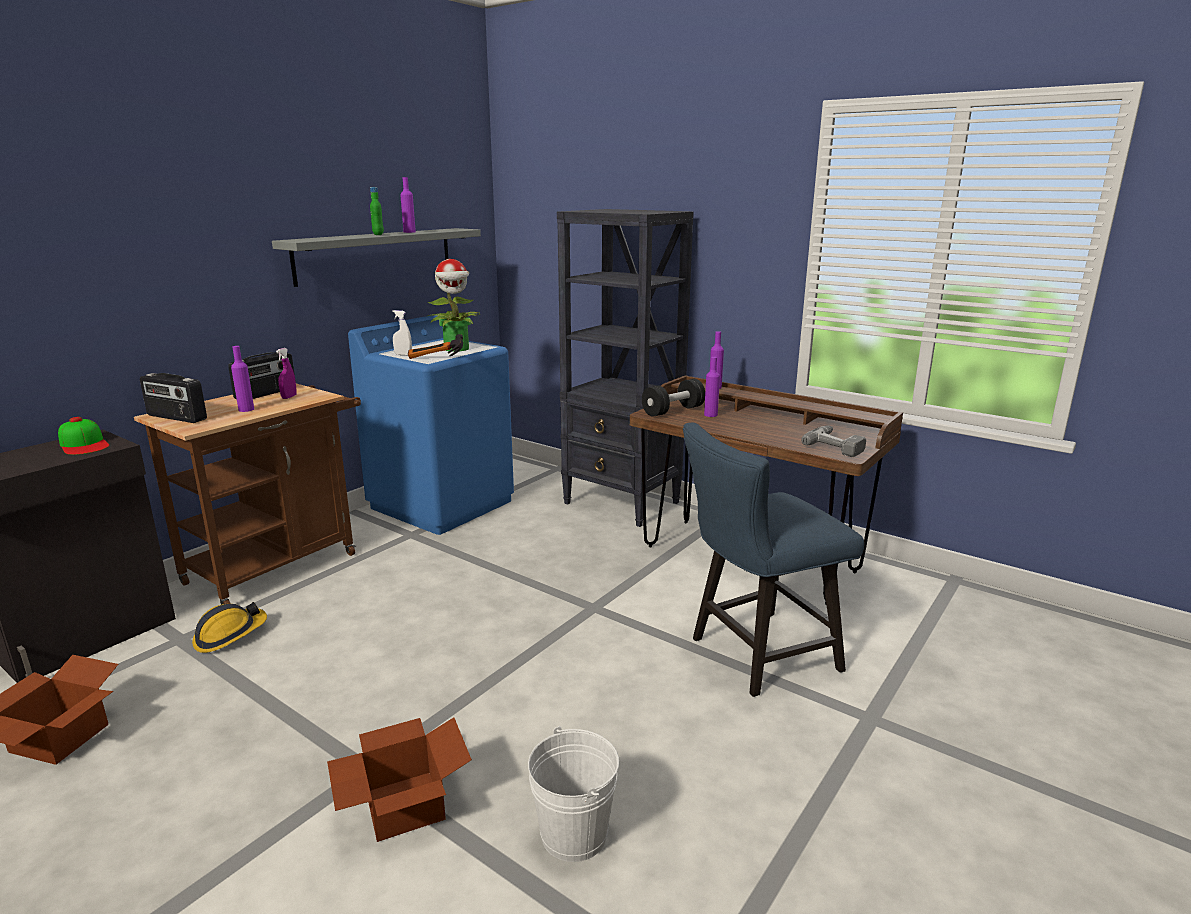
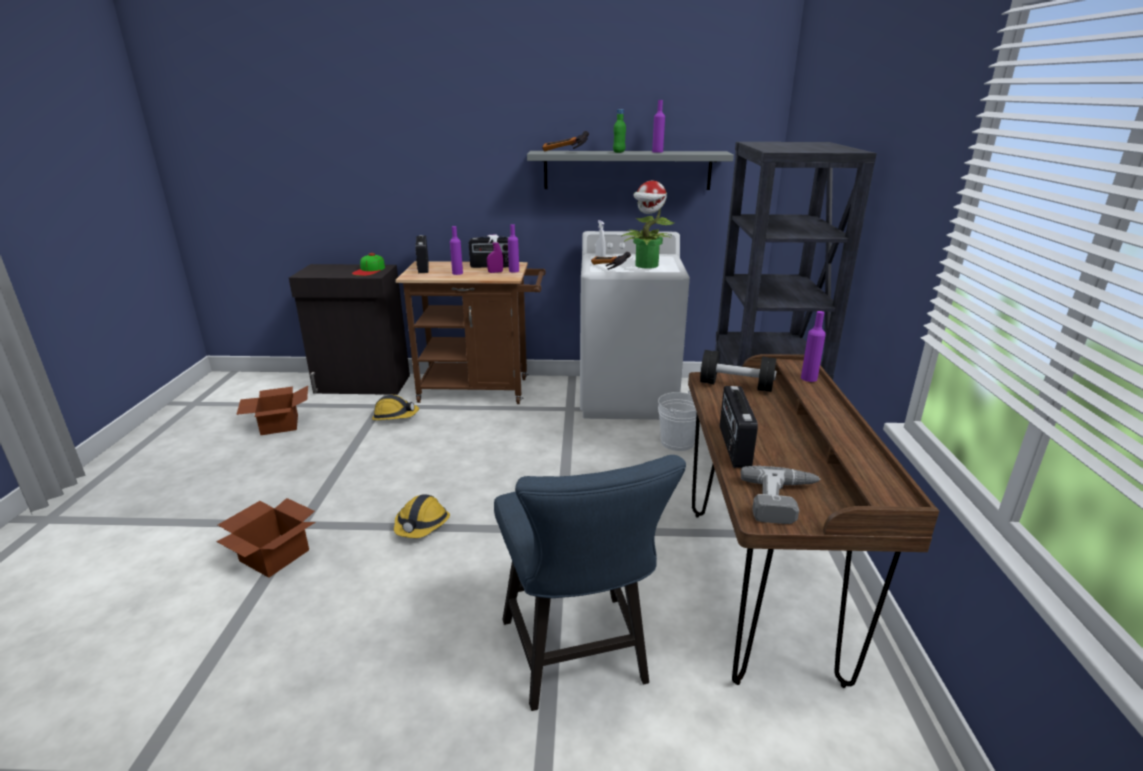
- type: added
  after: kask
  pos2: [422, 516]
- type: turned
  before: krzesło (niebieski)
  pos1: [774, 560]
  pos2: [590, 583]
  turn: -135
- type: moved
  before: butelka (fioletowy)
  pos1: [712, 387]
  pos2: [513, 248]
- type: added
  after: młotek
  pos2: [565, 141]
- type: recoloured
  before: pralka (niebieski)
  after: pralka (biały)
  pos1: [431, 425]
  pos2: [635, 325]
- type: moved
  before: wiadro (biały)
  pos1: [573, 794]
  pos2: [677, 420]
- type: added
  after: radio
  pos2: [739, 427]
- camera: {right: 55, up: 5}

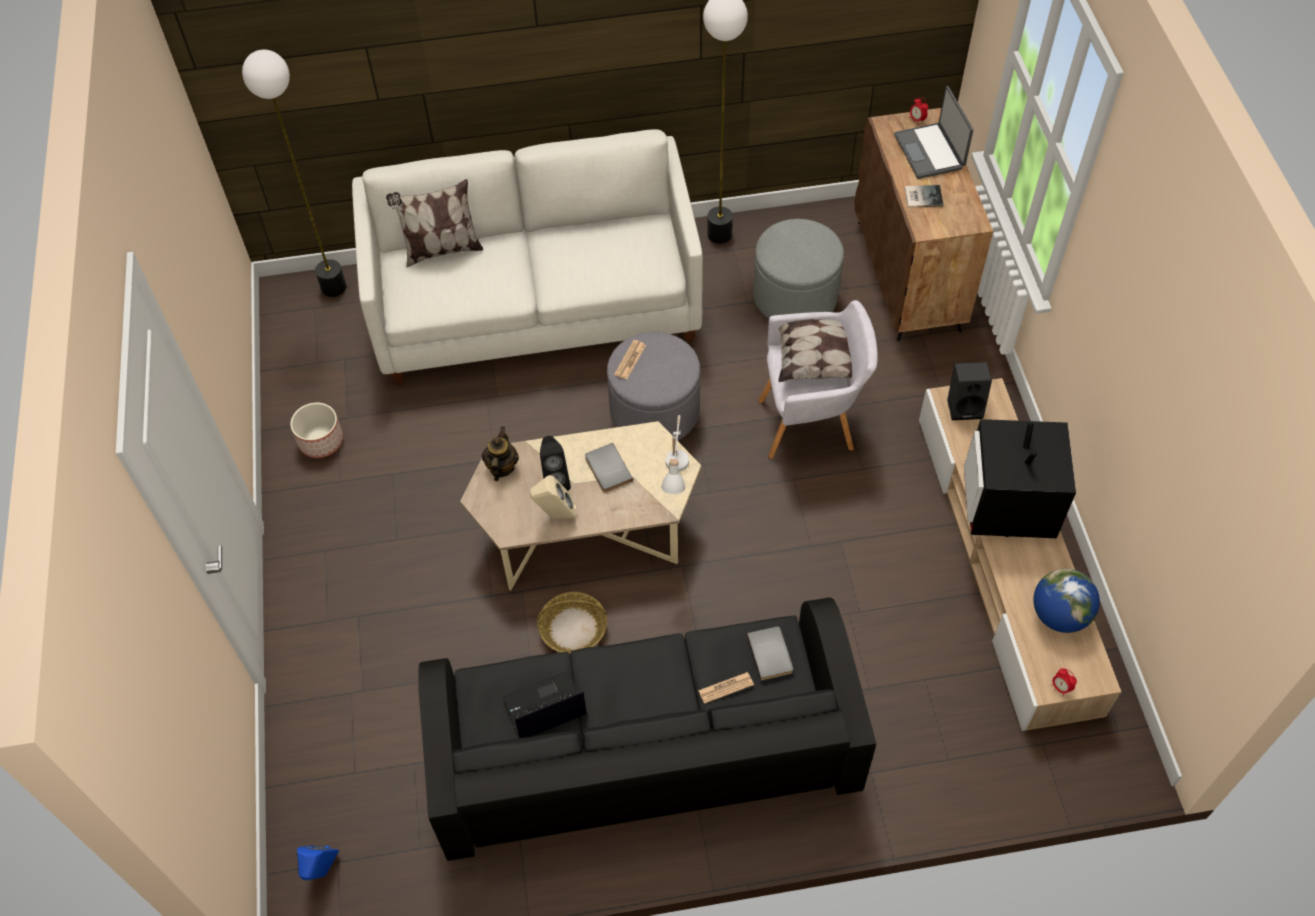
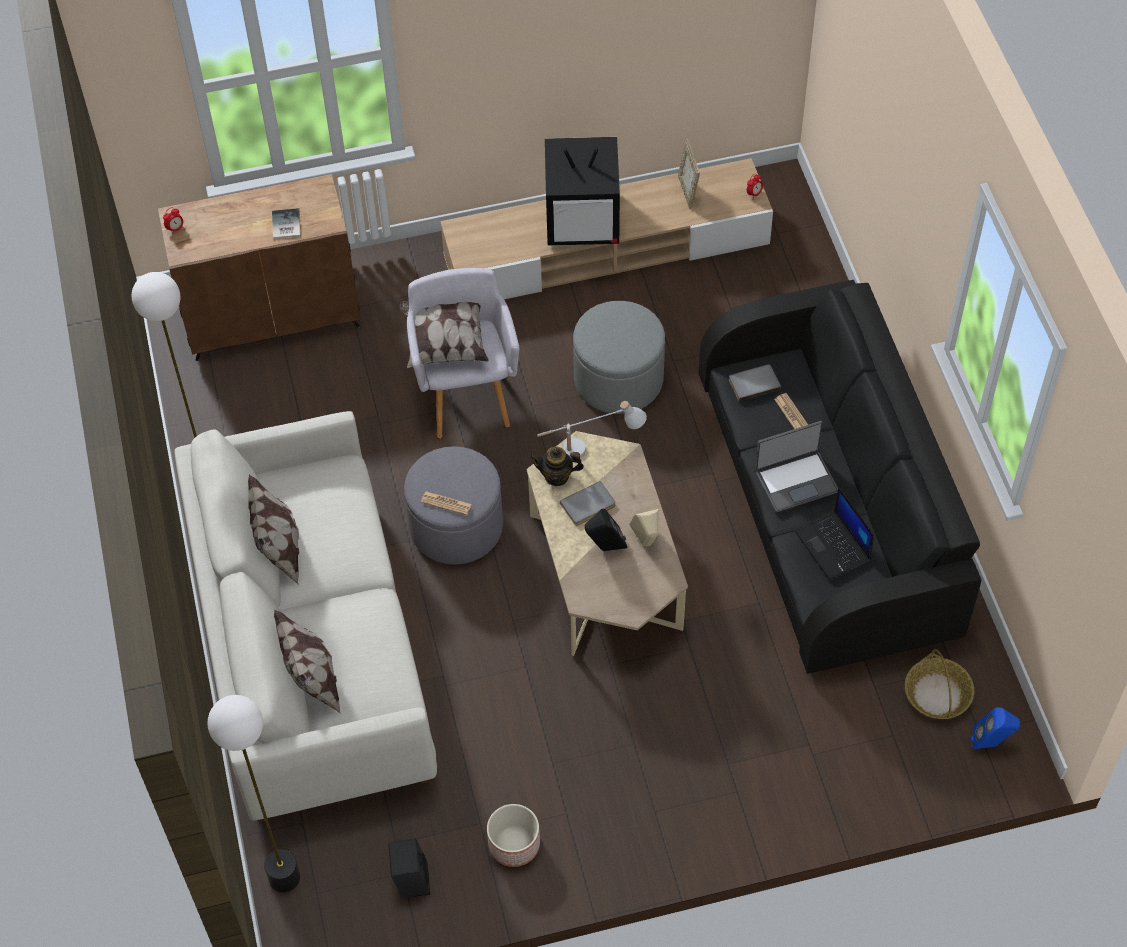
- type: added
  after: poduszka
  pos2: [273, 530]
- type: moved
  before: głośnik (czarny)
  pos1: [969, 391]
  pos2: [409, 868]
- type: moved
  before: imbryk
  pos1: [500, 453]
  pos2: [557, 466]
- type: moved
  before: pufa (szary)
  pos1: [798, 269]
  pos2: [619, 357]
- type: replaced
  before: globus
  after: ramka na zdjęcie
  pos1: [1066, 601]
  pos2: [689, 174]
- type: moved
  before: laptop
  pos1: [933, 132]
  pos2: [796, 466]
- type: moved
  before: koszyk
  pos1: [572, 623]
  pos2: [939, 684]
- camera: {right: -95, up: 0}

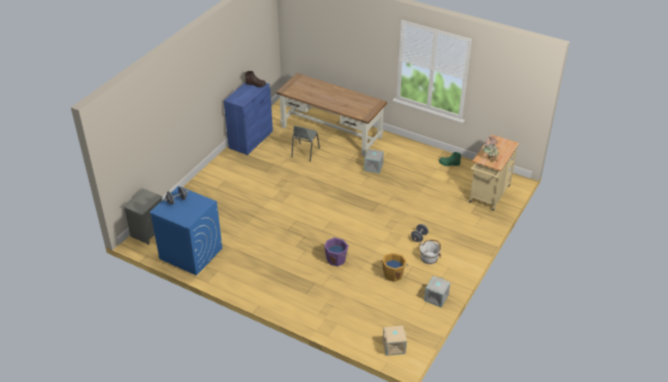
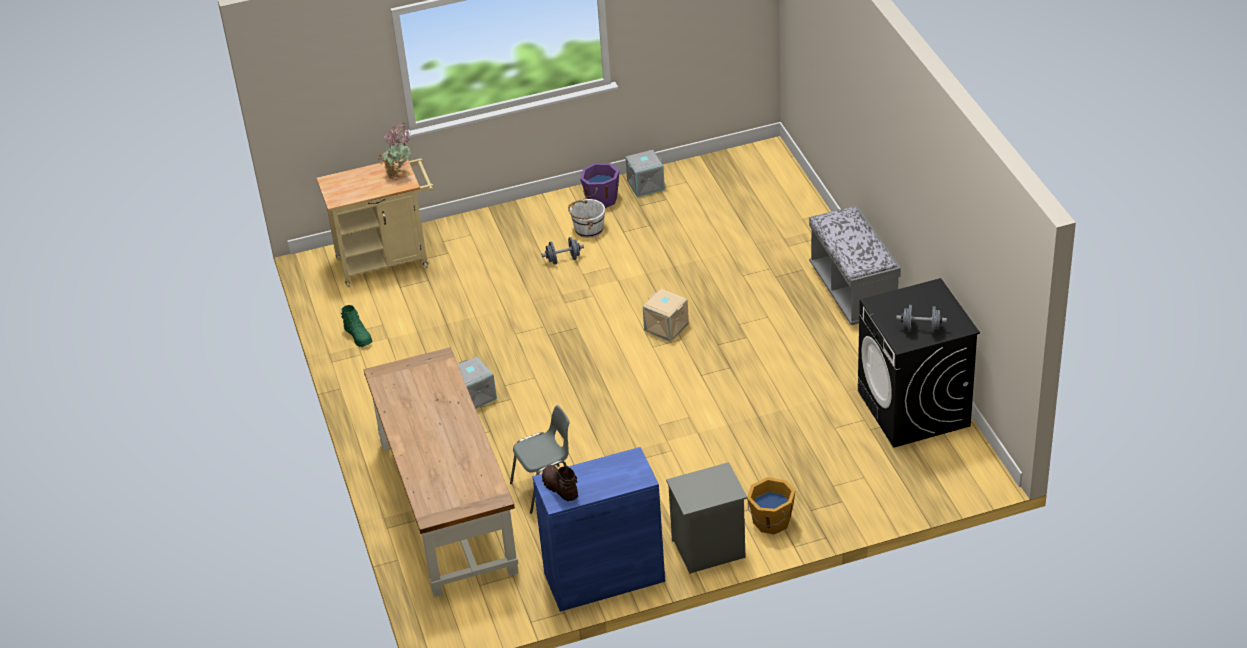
- type: moved
  before: wiadro (fioletowy)
  pos1: [336, 251]
  pos2: [599, 185]
- type: moved
  before: pojemnik do przechowywania (beżowy)
  pos1: [395, 340]
  pos2: [666, 315]
- type: moved
  before: szafka nocna (szary)
  pos1: [142, 216]
  pos2: [706, 518]
- type: moved
  before: wiadro (pomarańczowy)
  pos1: [394, 267]
  pos2: [771, 506]
- type: added
  after: ławka (szary)
  pos2: [855, 265]
- type: recoloured
  before: pralka (niebieski)
  after: pralka (czarny)
  pos1: [185, 231]
  pos2: [919, 363]
- camera: {right: -135, up: 0}

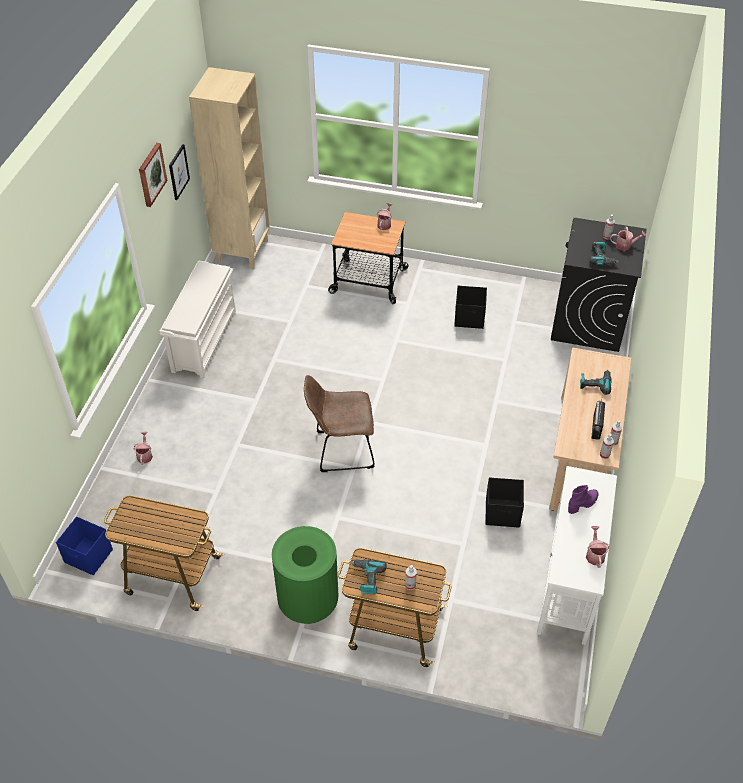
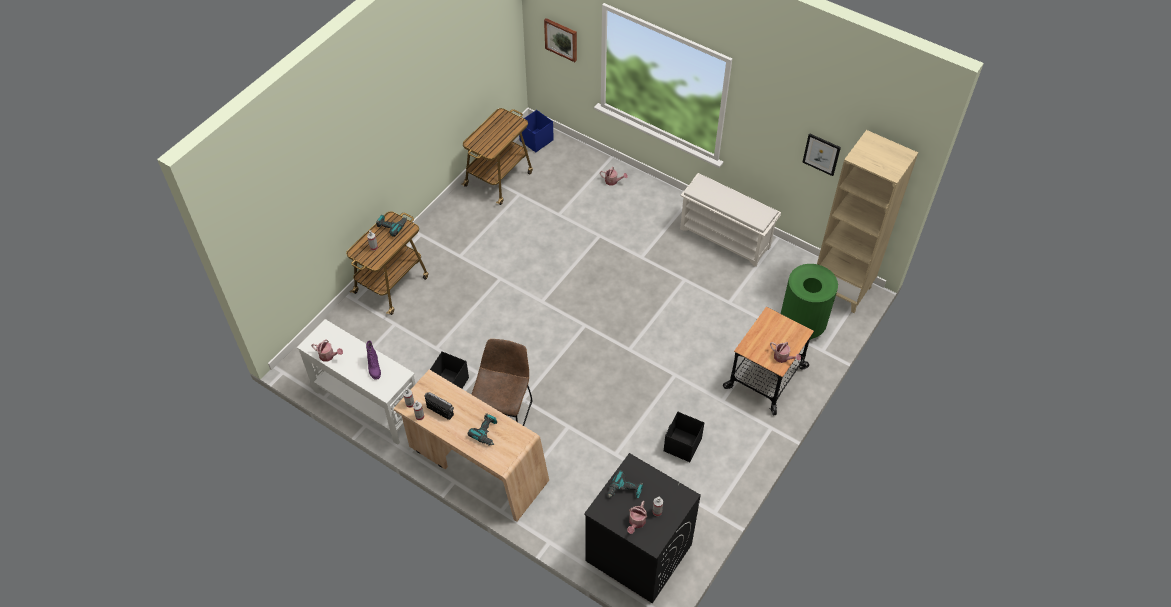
- type: moved
  before: krzesło (brązowy)
  pos1: [339, 423]
  pos2: [501, 382]
- type: moved
  before: obraz
  pos1: [153, 175]
  pos2: [560, 40]
- type: moved
  before: kosz na śmieci (zielony)
  pos1: [305, 575]
  pos2: [809, 302]
- camera: {right: 110, up: 5}

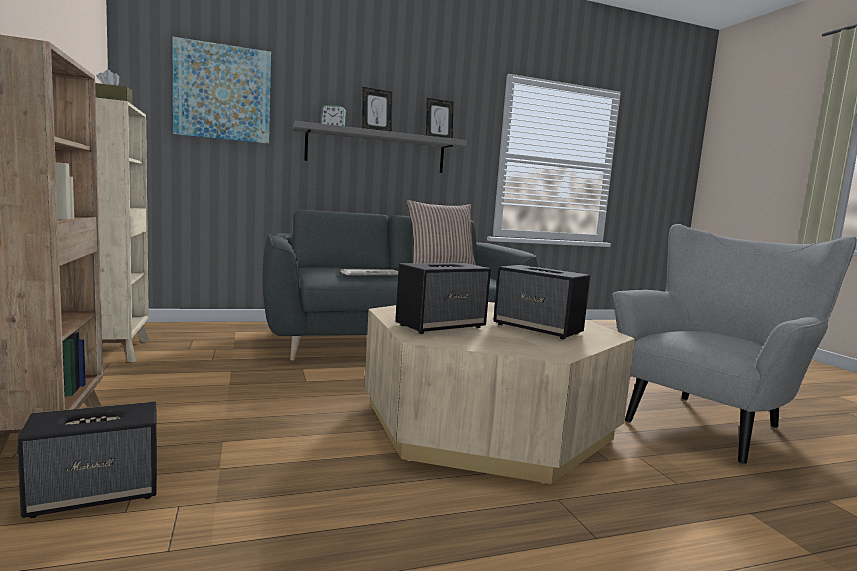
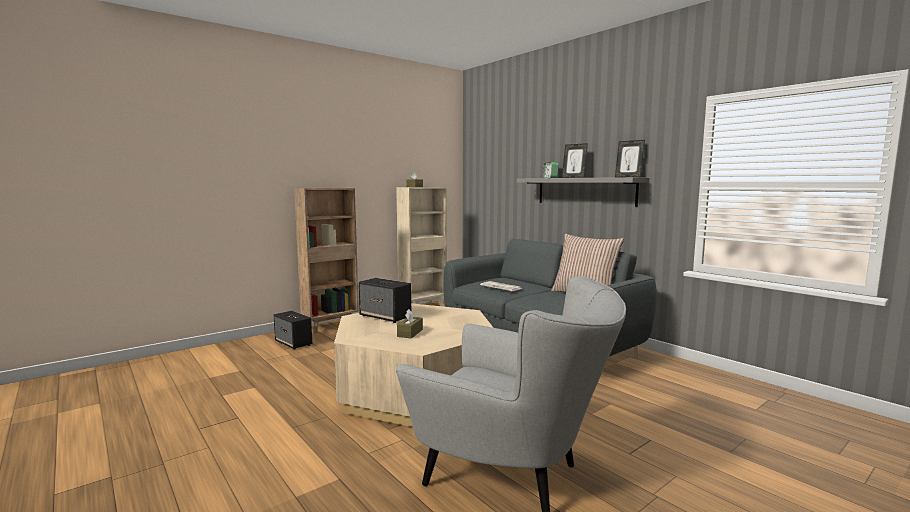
- type: replaced
  before: głośnik
  after: pudełko chusteczek (brązowy)
  pos1: [541, 302]
  pos2: [410, 324]
- type: removed
  before: obraz
  pos1: [221, 90]
- camera: {right: 70, up: 0}

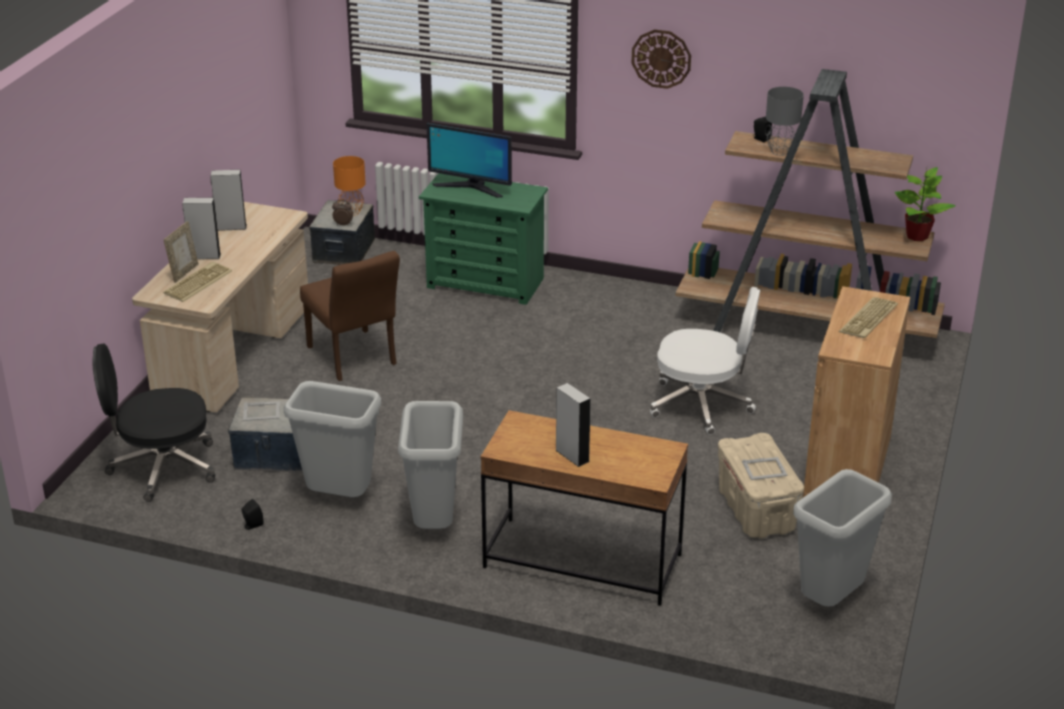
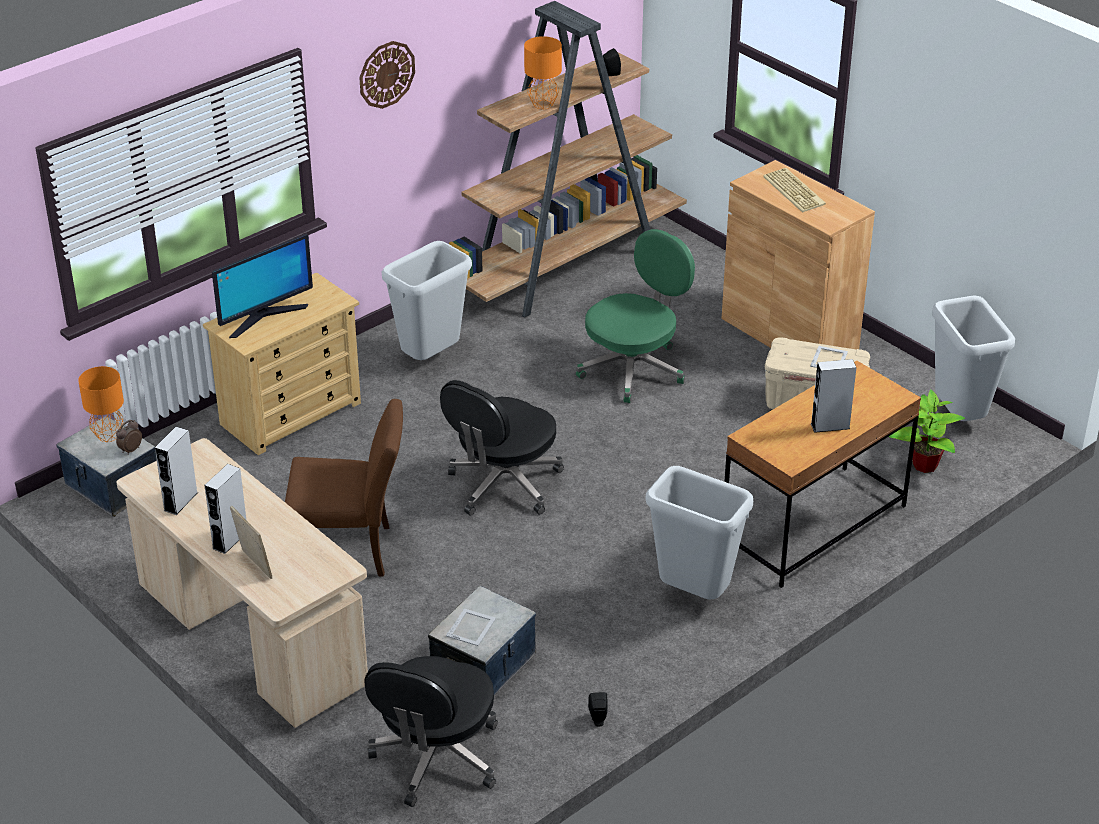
- type: recoloured
  before: komoda (zielony)
  after: komoda (beżowy)
  pos1: [483, 239]
  pos2: [282, 364]
- type: moved
  before: kosz na śmieci (szary)
  pos1: [332, 439]
  pos2: [427, 300]
- type: added
  after: krzesło biurowe (czarny)
  pos2: [502, 448]
- type: recoloured
  before: lampa stołowa (szary)
  after: lampa stołowa (pomarańczowy)
  pos1: [785, 121]
  pos2: [543, 72]
- type: recoloured
  before: krzesło biurowe (biały)
  after: krzesło biurowe (zielony)
  pos1: [705, 361]
  pos2: [635, 316]
- type: moved
  before: głośnik (czarny)
  pos1: [762, 129]
  pos2: [612, 62]
- type: moved
  before: roślina doniczkowa
  pos1: [925, 204]
  pos2: [927, 431]
- type: removed
  before: klawiatura
  pos1: [197, 281]
- camera: {right: -60, up: 5}

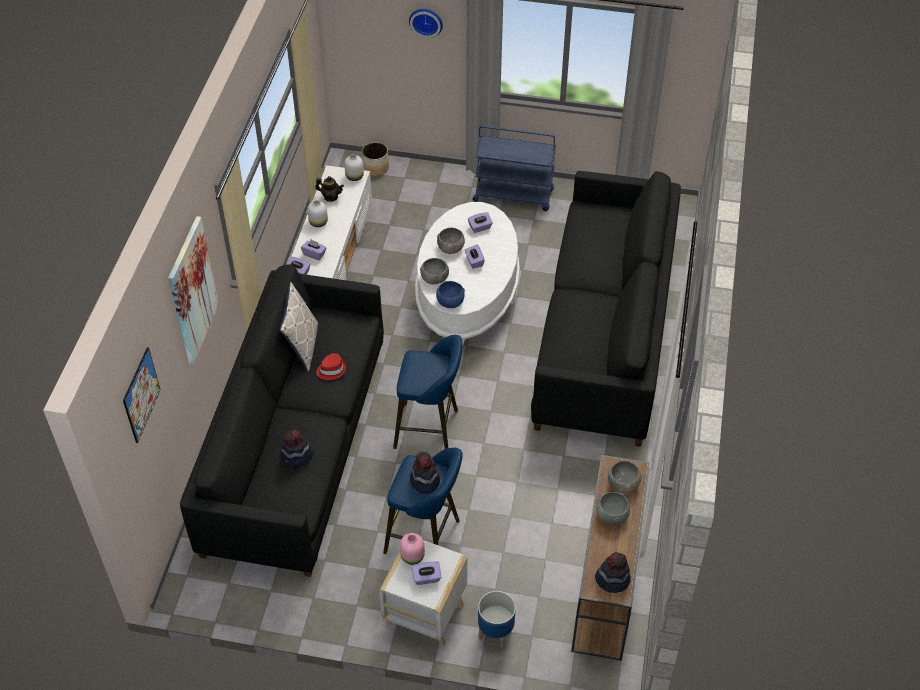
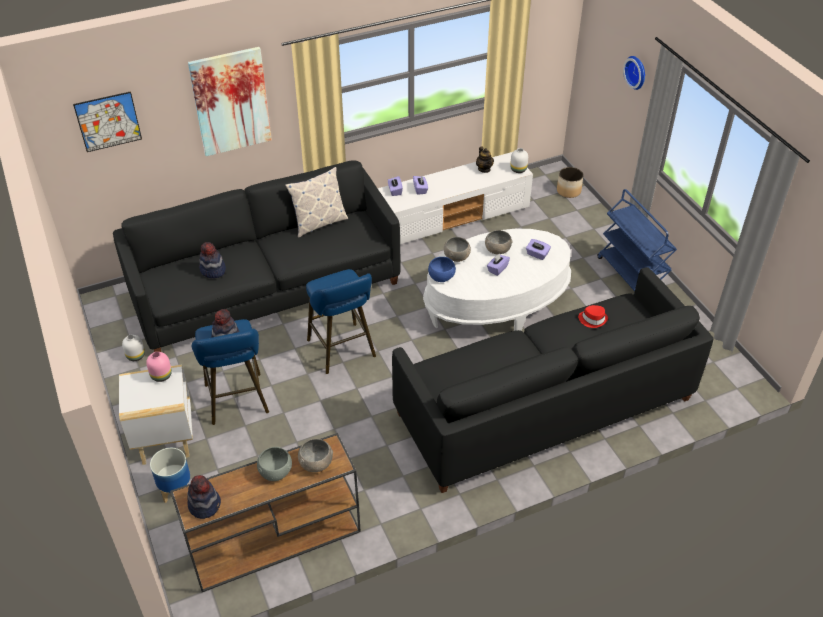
- type: moved
  before: wazon (biały)
  pos1: [317, 213]
  pos2: [133, 348]
- type: moved
  before: kapelusz (czerwony)
  pos1: [331, 366]
  pos2: [593, 316]
- type: removed
  before: pudełko chusteczek (fioletowy)
  pos1: [426, 573]
- camera: {right: 55, up: -5}

